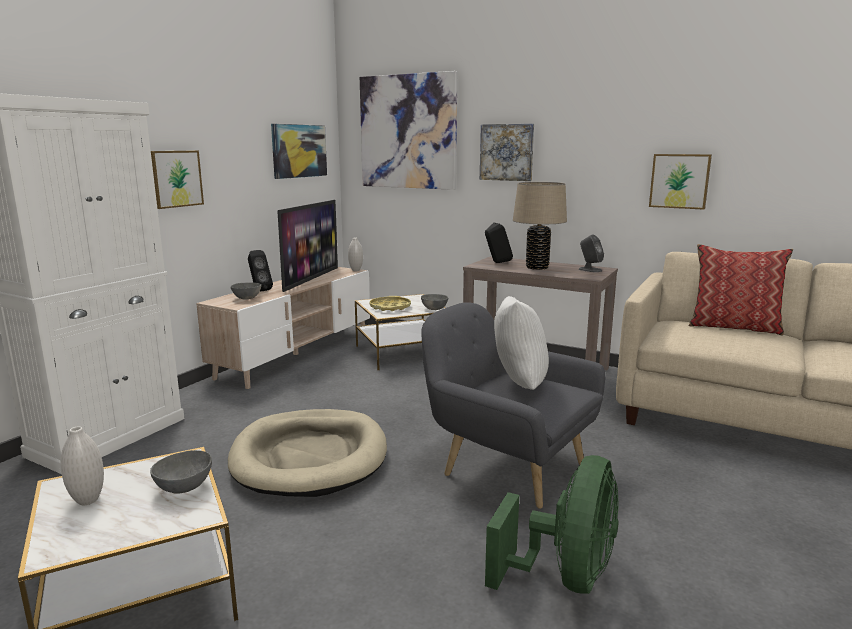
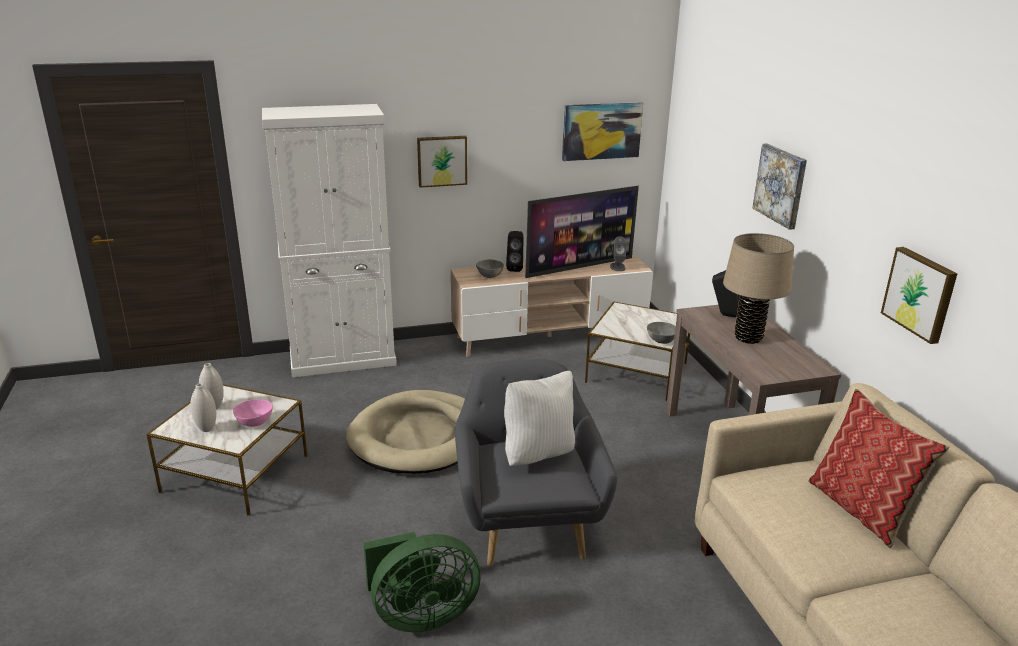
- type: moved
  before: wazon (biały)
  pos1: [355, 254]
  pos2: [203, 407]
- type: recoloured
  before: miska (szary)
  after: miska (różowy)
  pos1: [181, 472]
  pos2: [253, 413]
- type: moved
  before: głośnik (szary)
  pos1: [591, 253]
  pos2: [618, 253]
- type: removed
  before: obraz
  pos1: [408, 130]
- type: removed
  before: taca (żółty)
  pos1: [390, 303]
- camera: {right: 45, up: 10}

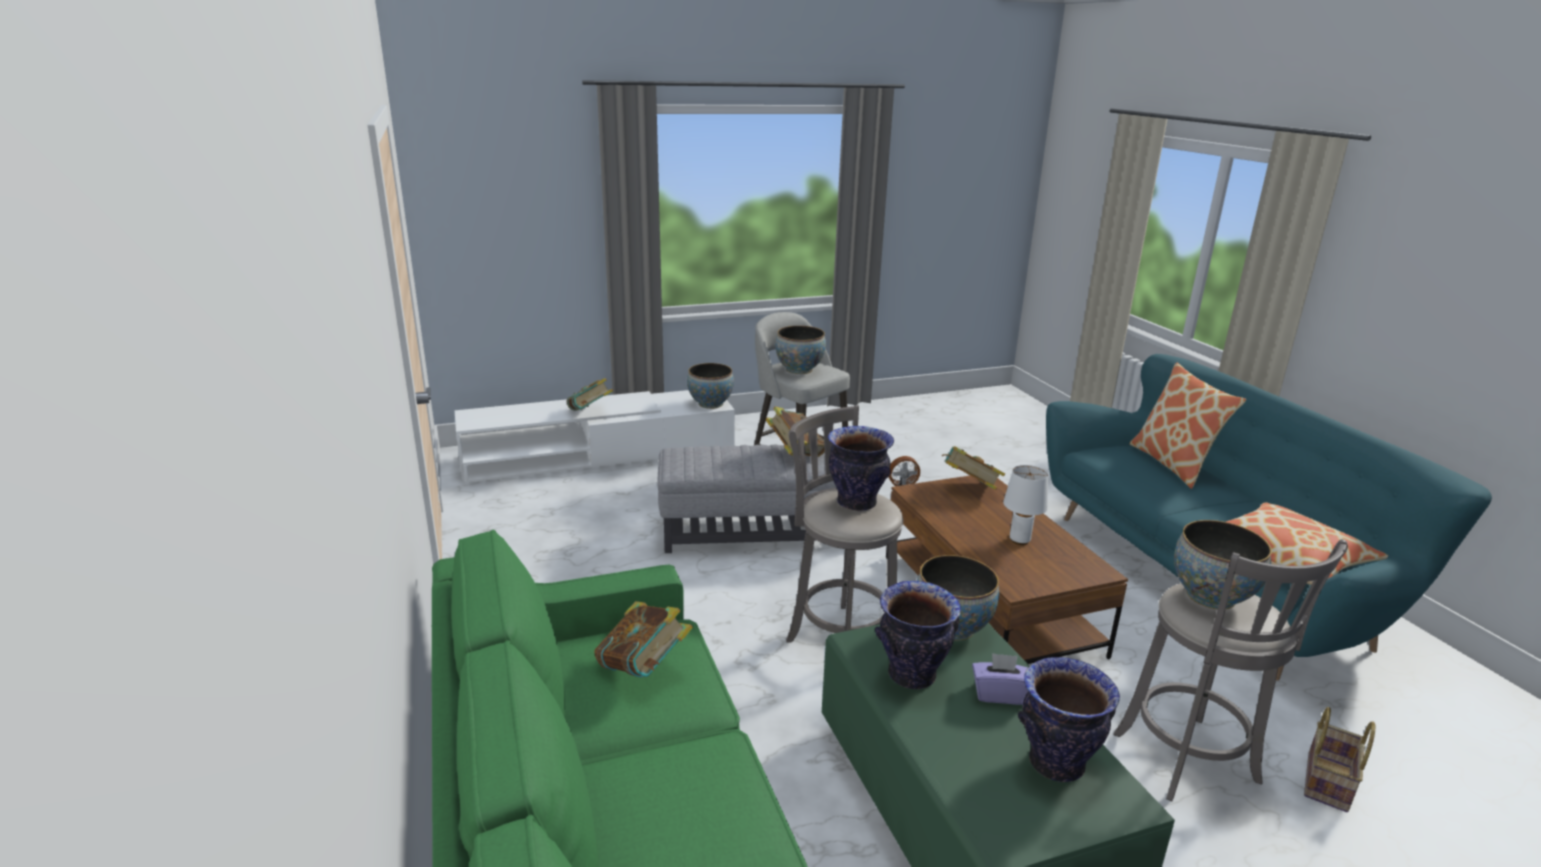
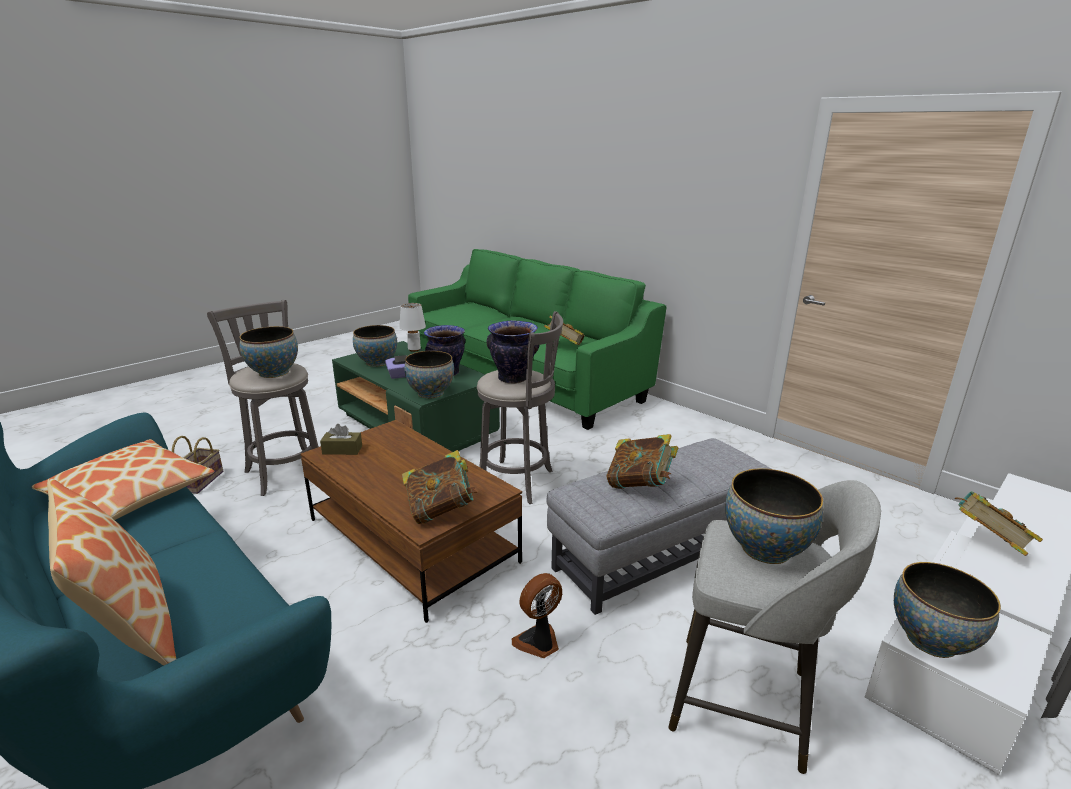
- type: added
  after: pudełko chusteczek (brązowy)
  pos2: [341, 439]
- type: replaced
  before: wazon
  after: miska
  pos1: [1069, 719]
  pos2: [375, 346]
- type: moved
  before: lampa stołowa (biały)
  pos1: [1025, 505]
  pos2: [412, 327]
- camera: {right: 155, up: 0}

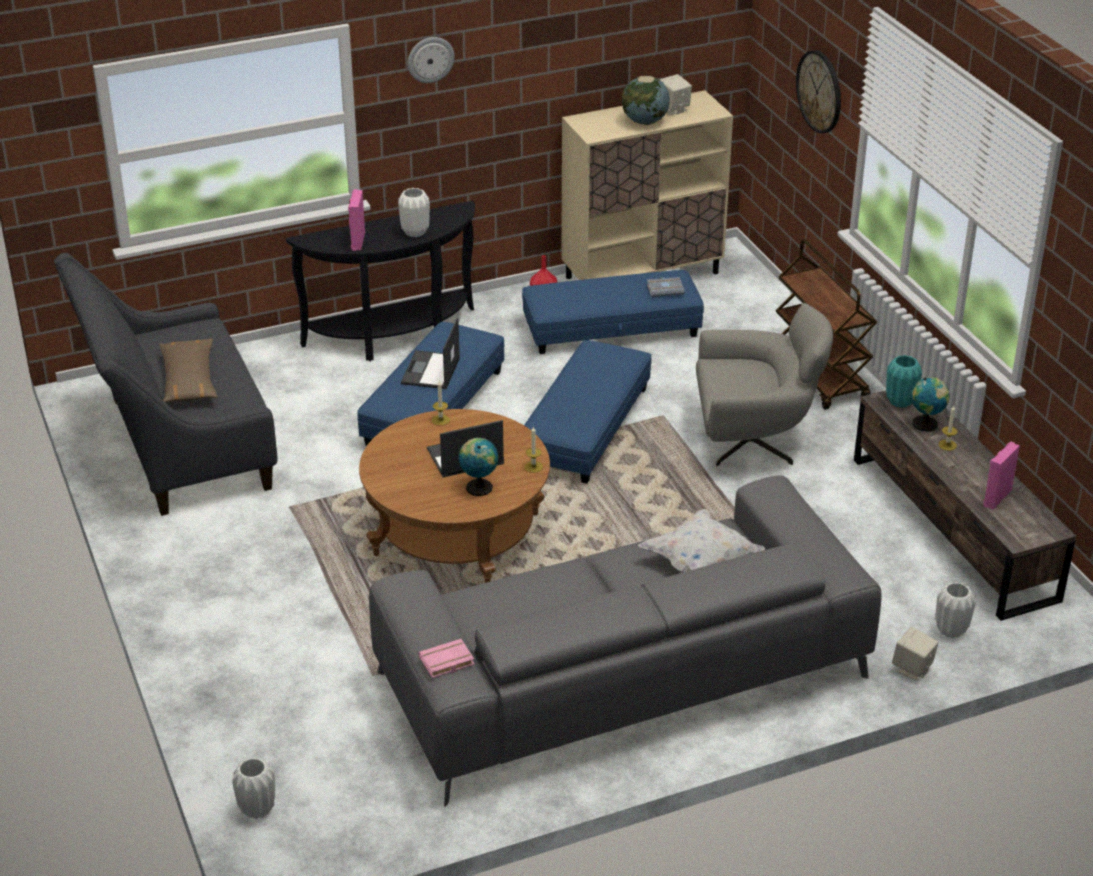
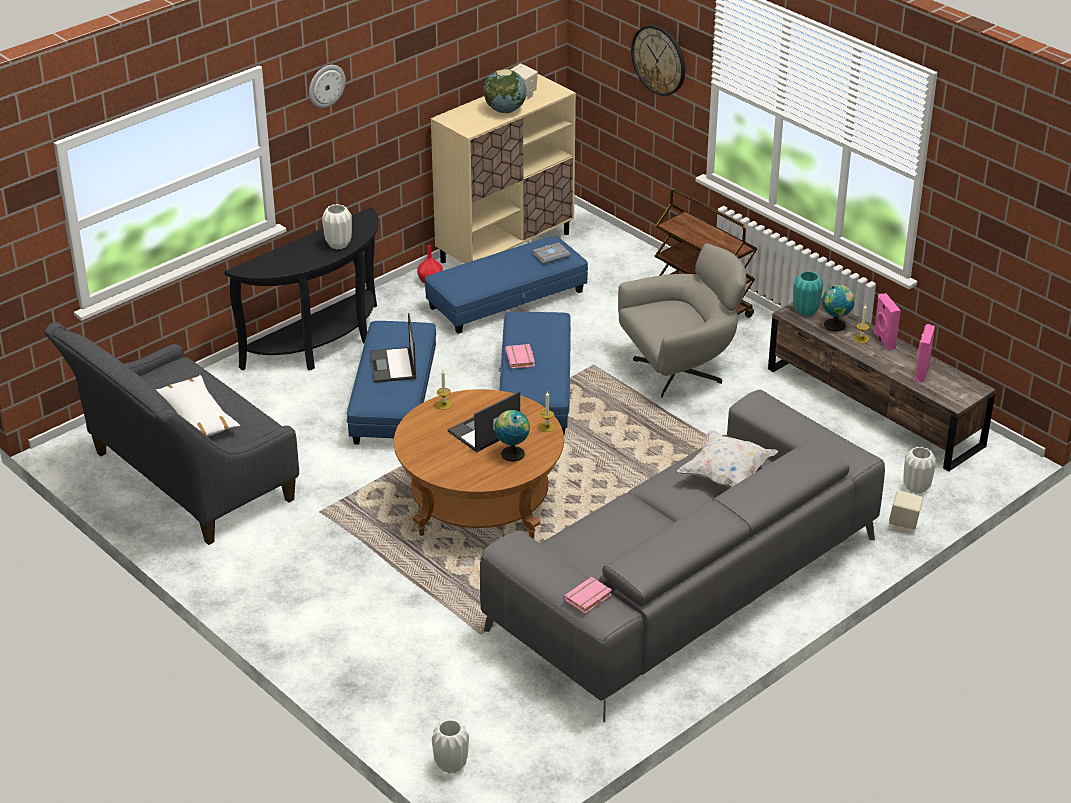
- type: recoloured
  before: poduszka (brązowy)
  after: poduszka (biały)
  pos1: [188, 370]
  pos2: [198, 406]
- type: added
  after: książka (różowy)
  pos2: [520, 356]
- type: moved
  before: głośnik (różowy)
  pos1: [356, 220]
  pos2: [887, 322]
- camera: {right: -20, up: 0}

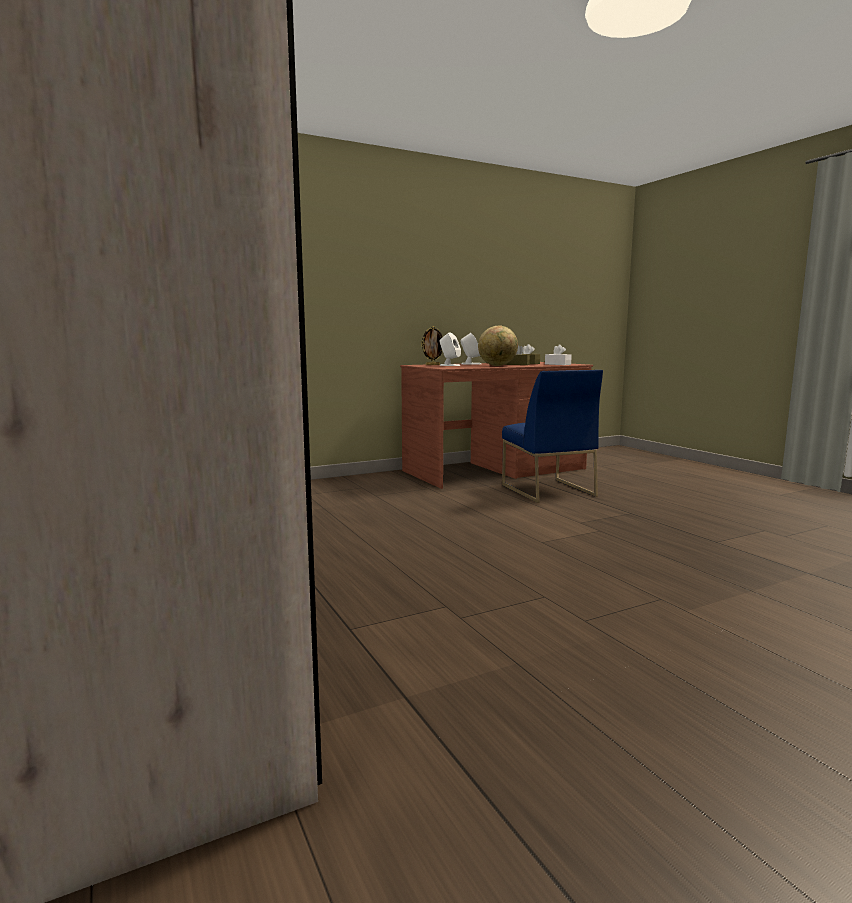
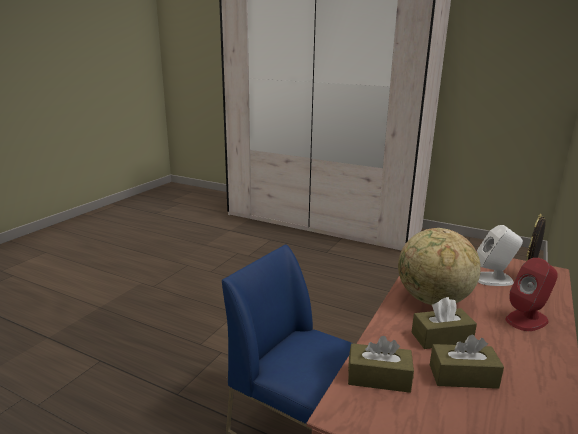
- type: recoloured
  before: pudełko chusteczek (biały)
  after: pudełko chusteczek (brązowy)
  pos1: [558, 354]
  pos2: [381, 364]
- type: recoloured
  before: głośnik (biały)
  after: głośnik (czerwony)
  pos1: [470, 349]
  pos2: [531, 294]
- camera: {right: 145, up: 10}

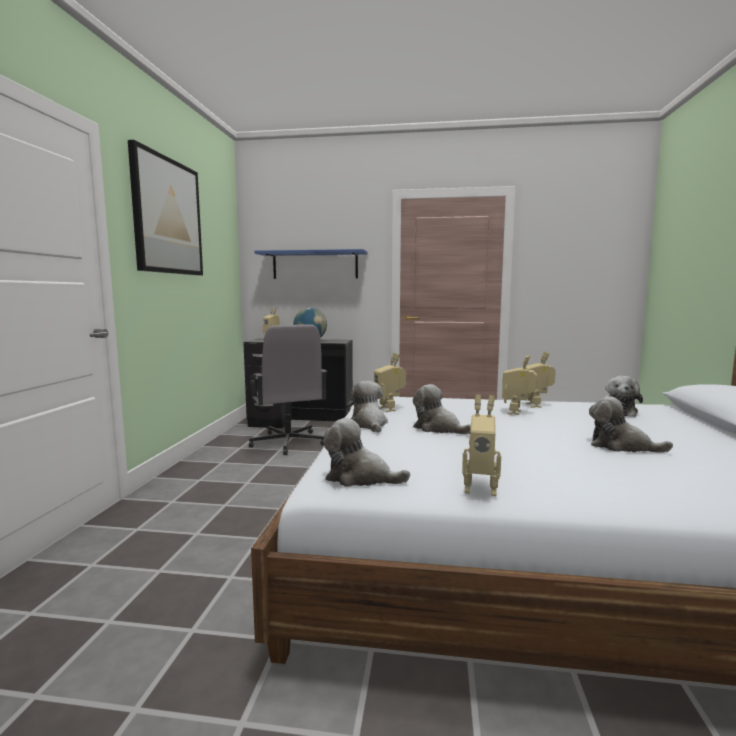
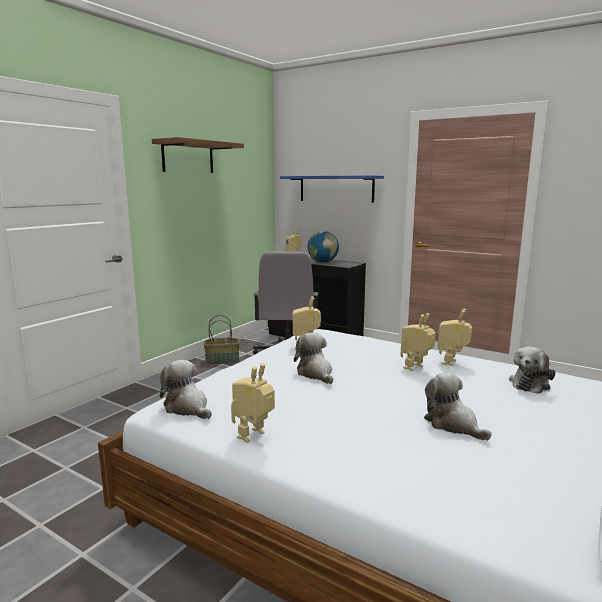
- type: replaced
  before: obraz
  after: półka
  pos1: [165, 207]
  pos2: [198, 155]
- type: added
  after: koszyk
  pos2: [222, 339]
- type: turned
  before: robot zabawkowy
  pos1: [481, 445]
  pos2: [253, 403]
  turn: 90
- type: removed
  before: pluszak
  pos1: [367, 407]
- camera: {right: 25, up: 5}

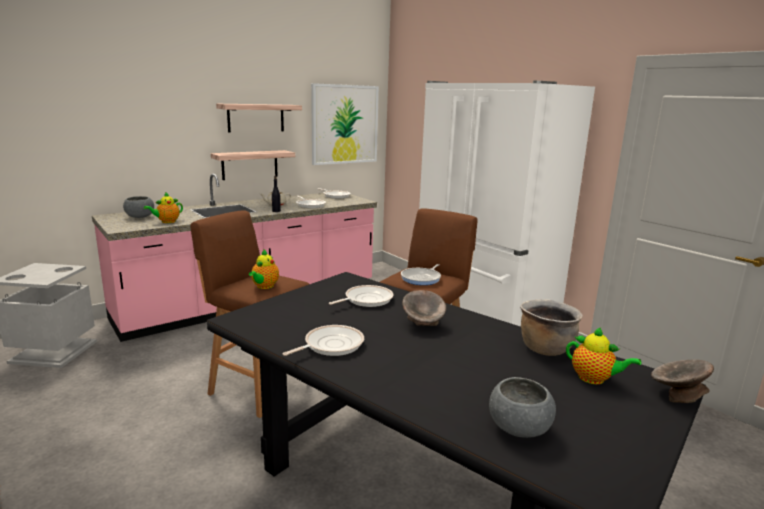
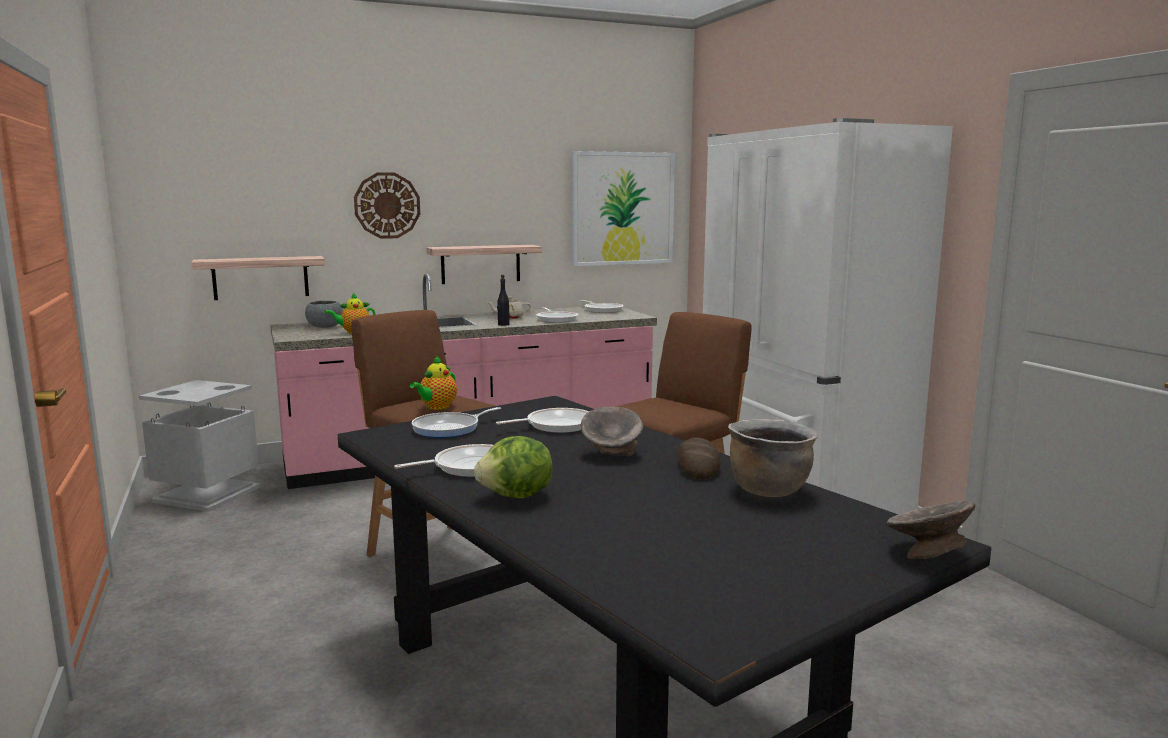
- type: moved
  before: półka
  pos1: [259, 118]
  pos2: [258, 278]
- type: added
  after: zegar ścienny
  pos2: [387, 205]
- type: moved
  before: patelnia
  pos1: [421, 274]
  pos2: [456, 422]
- type: added
  after: sałata
  pos2: [513, 467]
- type: added
  after: chleb
  pos2: [699, 458]
- type: removed
  before: miska (szary)
  pos1: [522, 407]
- type: removed
  before: imbryk
  pos1: [603, 356]
- camera: {right: 15, up: -5}

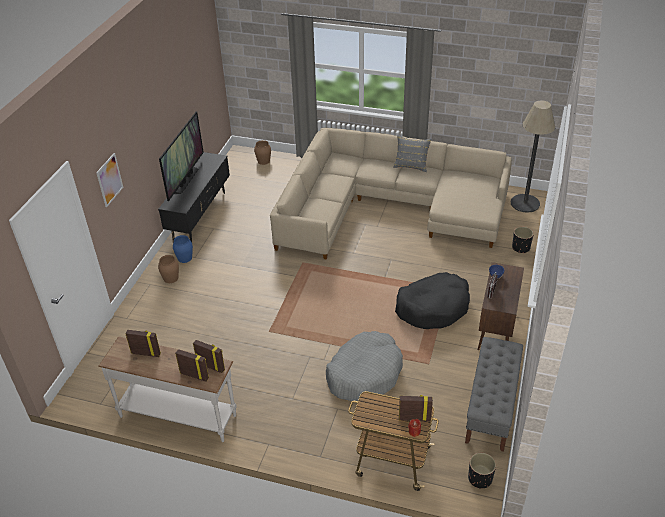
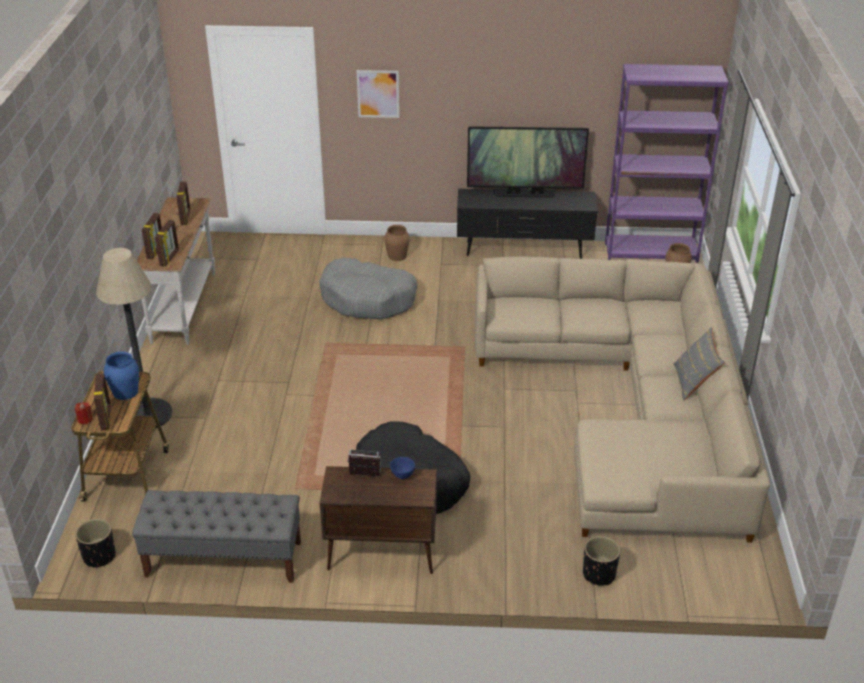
- type: moved
  before: lampa stojąca
  pos1: [533, 157]
  pos2: [134, 338]
- type: moved
  before: wazon (niebieski)
  pos1: [183, 249]
  pos2: [121, 375]
- type: moved
  before: legowisko (szary)
  pos1: [364, 366]
  pos2: [368, 288]
- type: added
  after: regał (fioletowy)
  pos2: [667, 163]
- camera: {right: 75, up: -5}

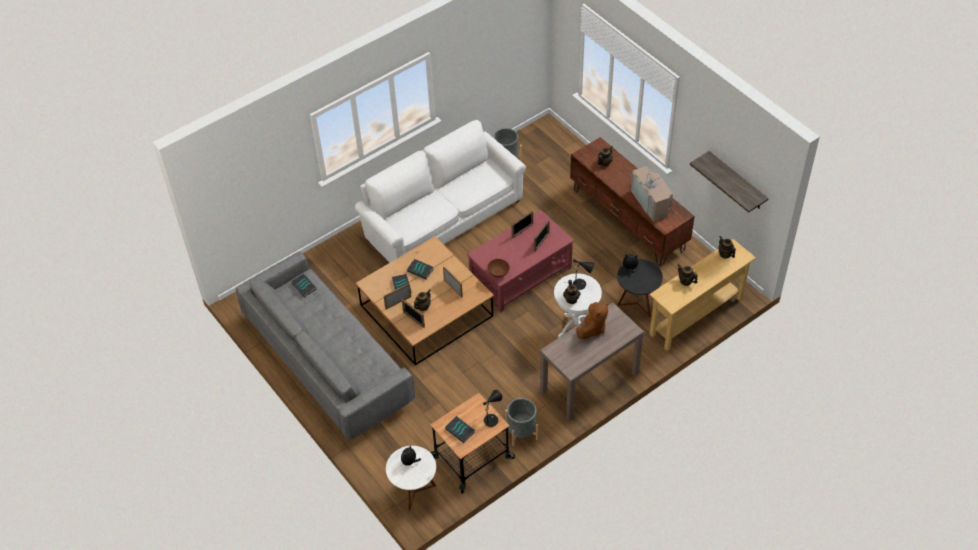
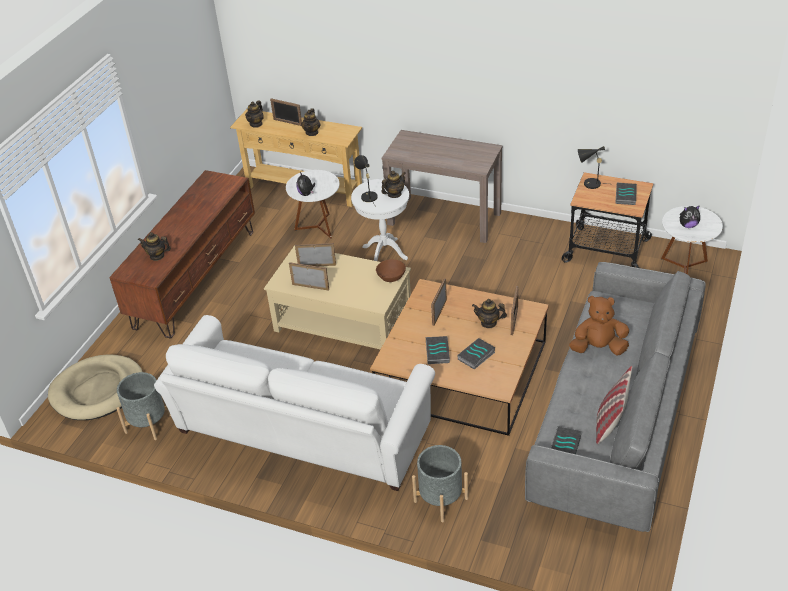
- type: added
  after: legowisko (beżowy)
  pos2: [95, 387]
- type: recoloured
  before: ława (czerwony)
  after: ława (beżowy)
  pos1: [520, 261]
  pos2: [337, 297]
- type: moved
  before: ramka na zdjęcie
  pos1: [397, 296]
  pos2: [286, 112]
- type: recoloured
  before: stolik (czarny)
  after: stolik (biały)
  pos1: [640, 288]
  pos2: [313, 204]
- type: moved
  before: donica (szary)
  pos1: [521, 422]
  pos2: [440, 483]
- type: moved
  before: pluszak (brązowy)
  pos1: [592, 320]
  pos2: [599, 326]
- type: added
  after: poduszka
  pos2: [614, 405]
- type: removed
  before: telewizor
  pos1: [652, 190]
- type: removed
  before: półka
  pos1: [729, 182]
- camera: {right: -120, up: -10}

